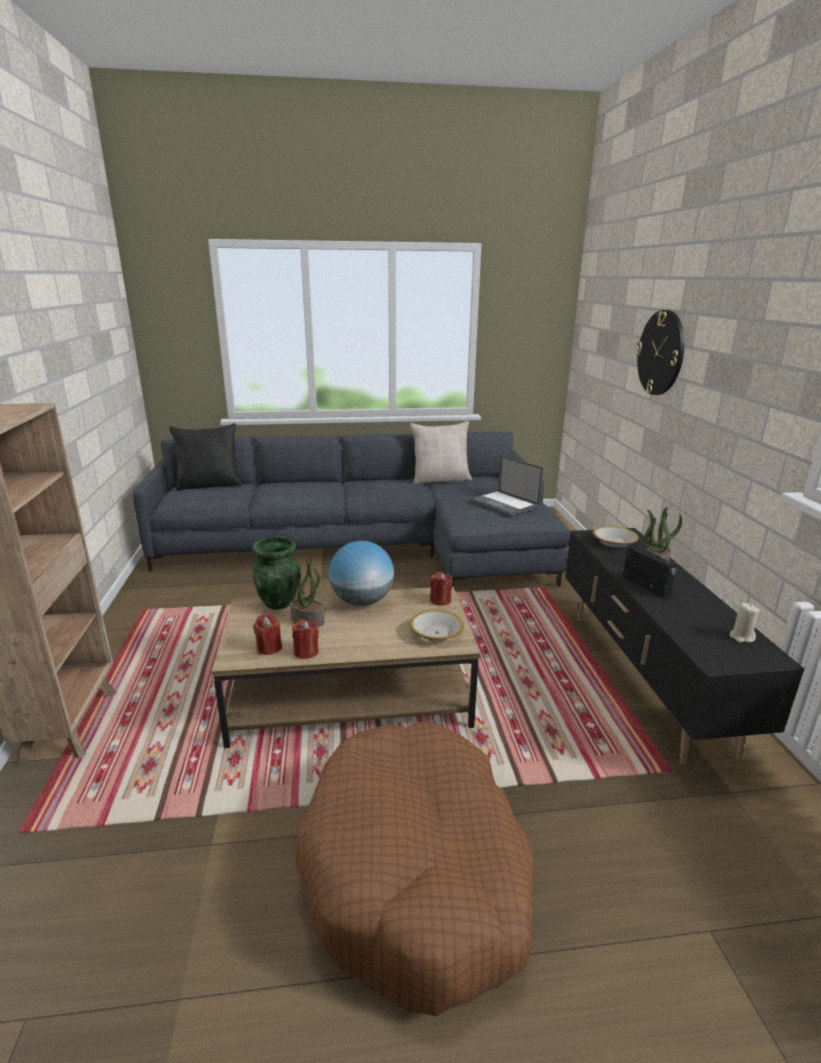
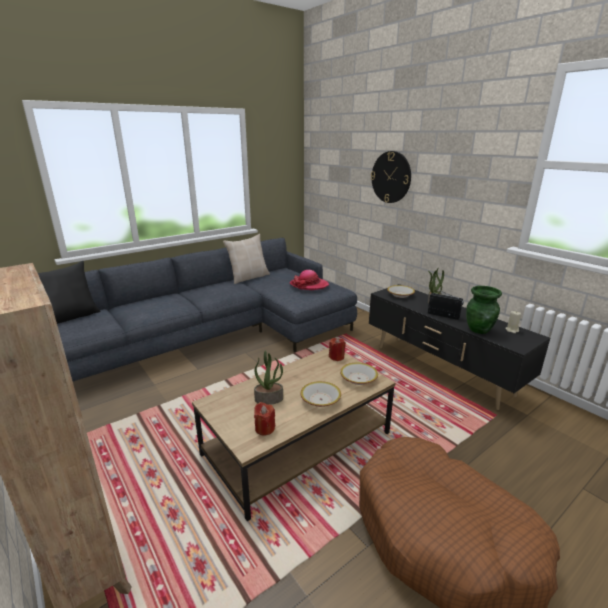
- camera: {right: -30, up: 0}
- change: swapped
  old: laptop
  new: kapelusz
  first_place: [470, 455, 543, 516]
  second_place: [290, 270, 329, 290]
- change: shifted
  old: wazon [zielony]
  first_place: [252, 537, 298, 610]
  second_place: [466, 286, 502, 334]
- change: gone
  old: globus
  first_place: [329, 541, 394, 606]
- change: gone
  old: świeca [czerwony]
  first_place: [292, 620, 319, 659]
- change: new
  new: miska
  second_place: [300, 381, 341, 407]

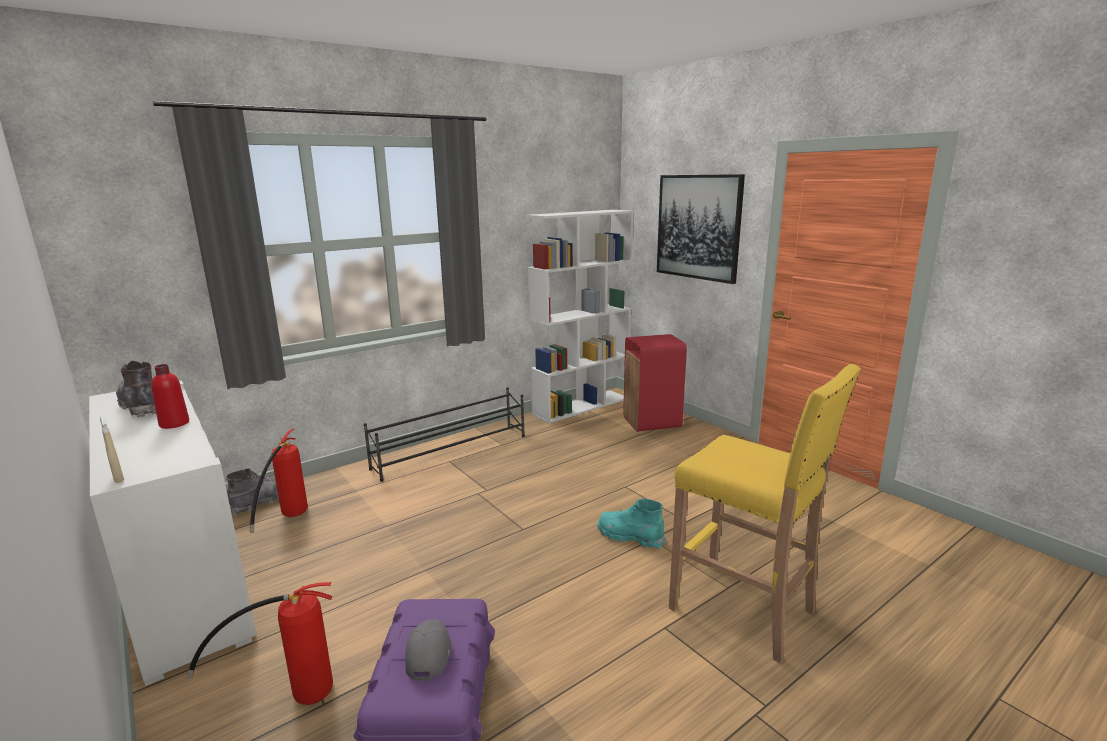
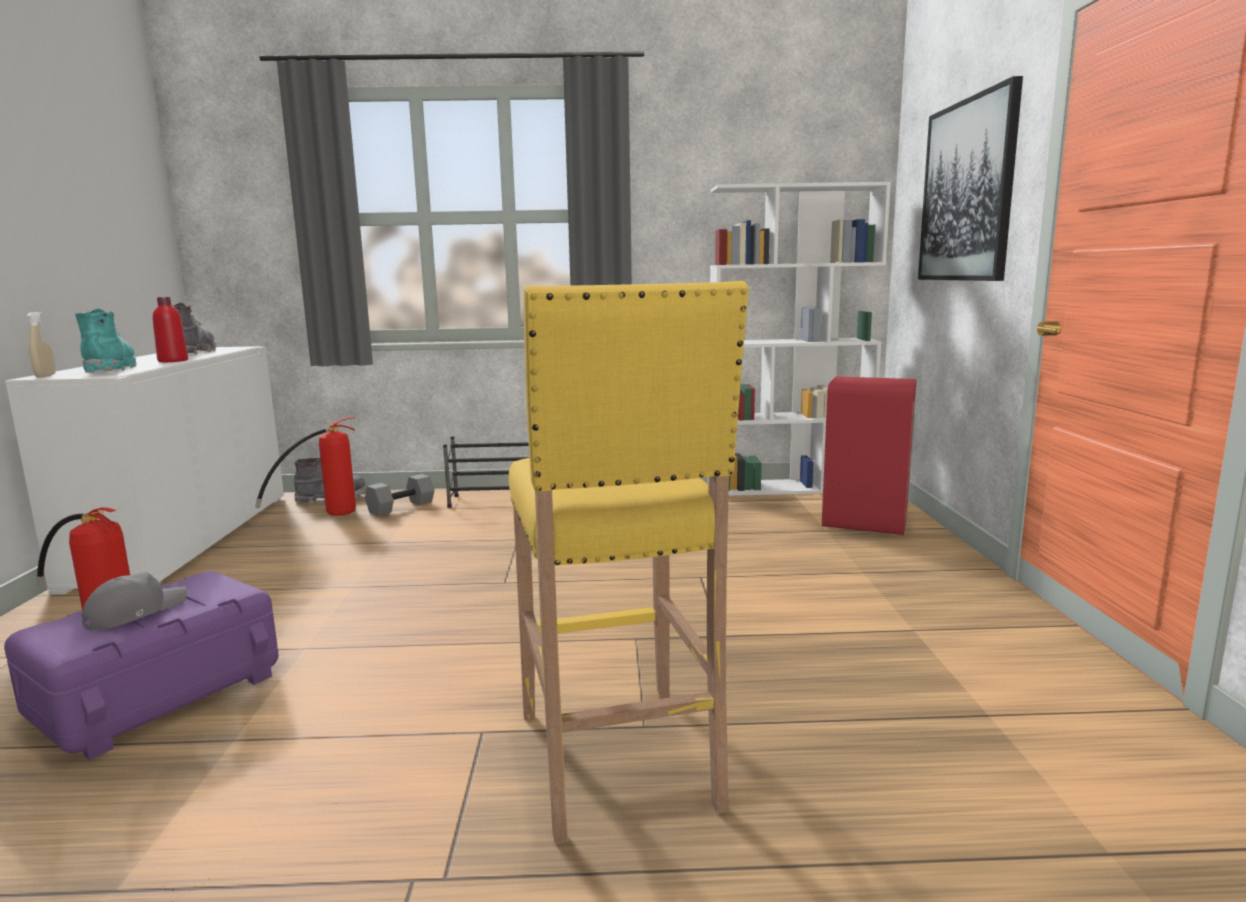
- camera: {right: 35, up: -5}
- change: shifted
  old: but z cholewką [turkusowy]
  first_place: [597, 499, 665, 549]
  second_place: [75, 308, 137, 373]
- change: new
  new: hantel [szary]
  second_place: [365, 474, 434, 516]

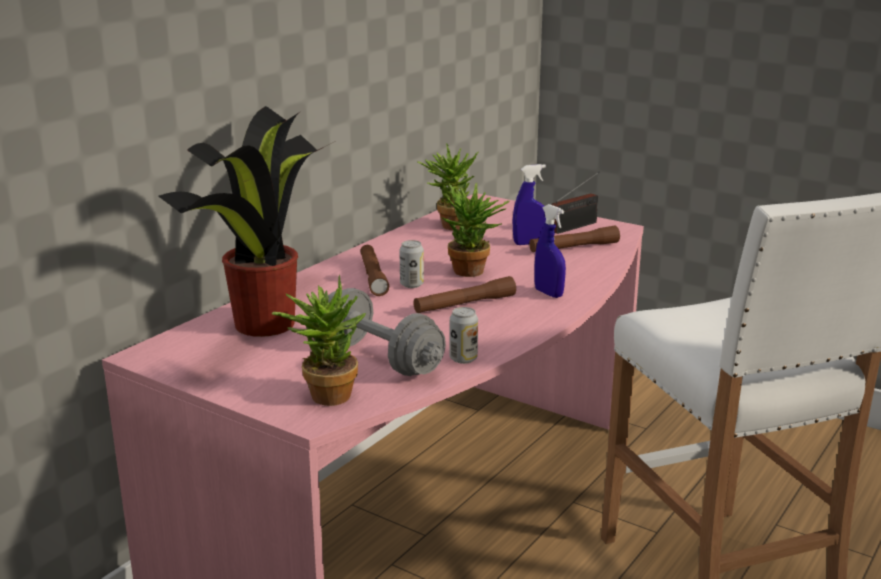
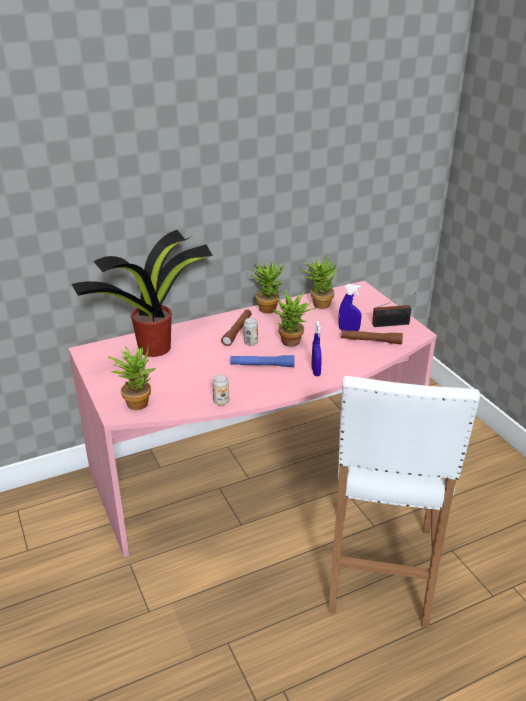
- camera: {right: 30, up: 10}
- change: repainted
  old: latarka [brązowy]
  new: latarka [niebieski]
  first_place: [413, 276, 516, 313]
  second_place: [230, 355, 294, 367]
- change: gone
  old: hantel [szary]
  first_place: [328, 288, 446, 376]
- change: new
  new: roślina doniczkowa
  second_place: [249, 262, 285, 313]

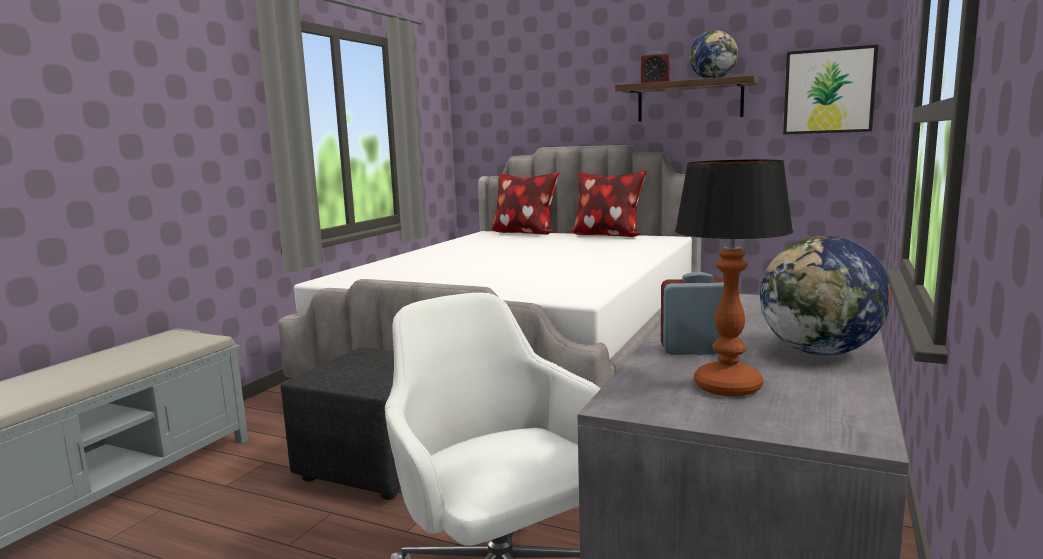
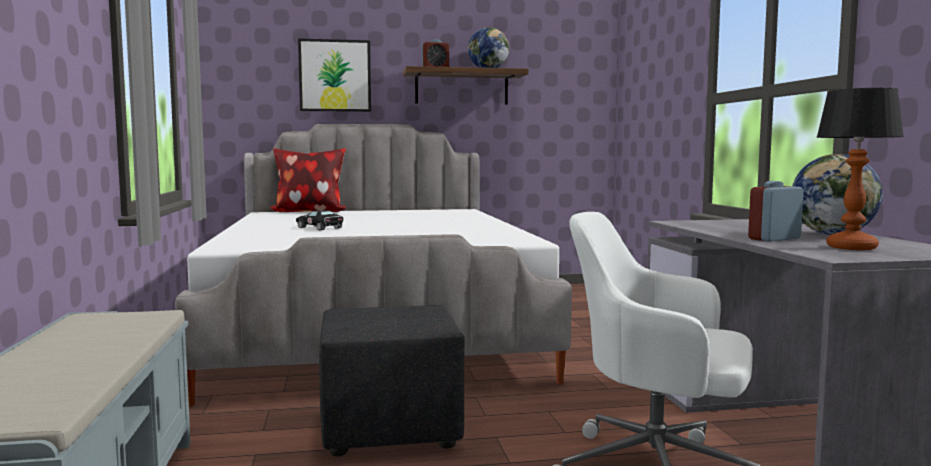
- camera: {right: -35, up: -5}
- change: shifted
  old: obraz
  first_place: [783, 44, 878, 134]
  second_place: [298, 38, 371, 112]
- change: gone
  old: poduszka
  first_place: [569, 171, 647, 237]
- change: new
  new: samochodzik [czarny]
  second_place: [296, 210, 344, 230]

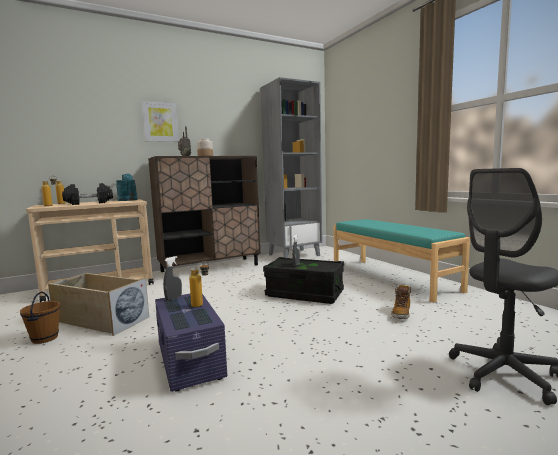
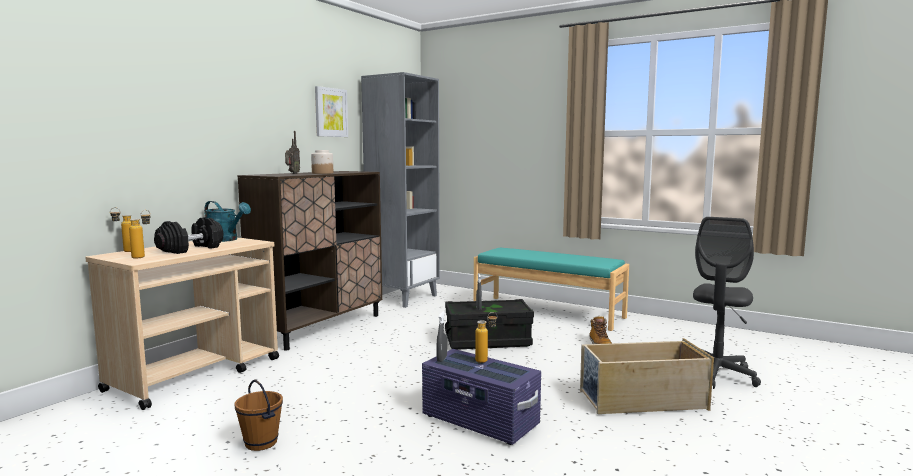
- camera: {right: -30, up: 0}
- change: shifted
  old: obraz
  first_place: [142, 101, 179, 142]
  second_place: [315, 86, 348, 137]
- change: shifted
  old: pojemnik do przechowywania [beżowy]
  first_place: [48, 273, 149, 336]
  second_place: [580, 338, 714, 414]

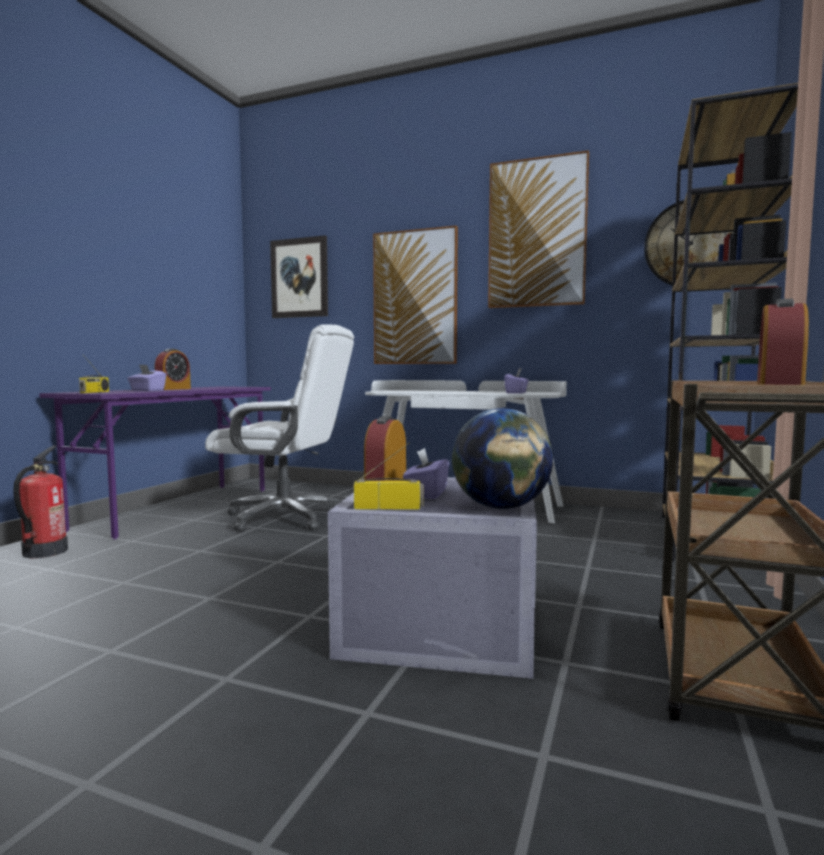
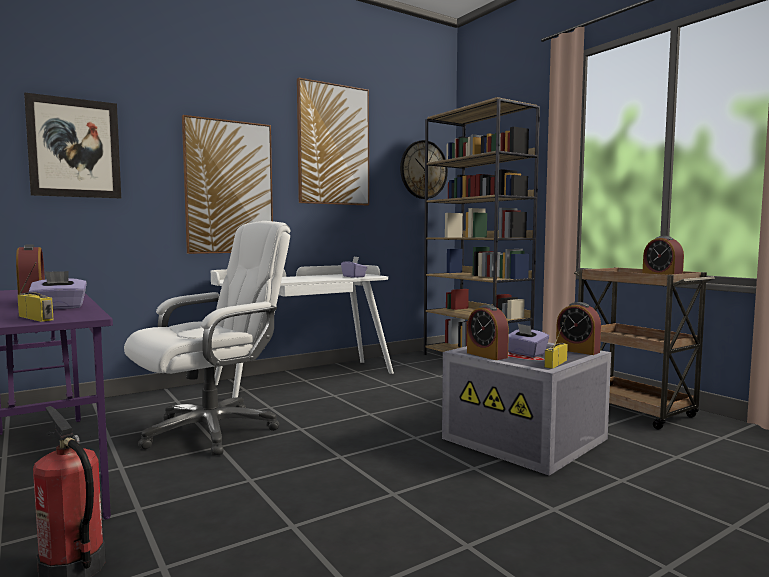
- camera: {right: -55, up: 0}
- change: swapped
  old: globus
  new: budzik
  first_place: [452, 408, 553, 509]
  second_place: [556, 302, 601, 355]

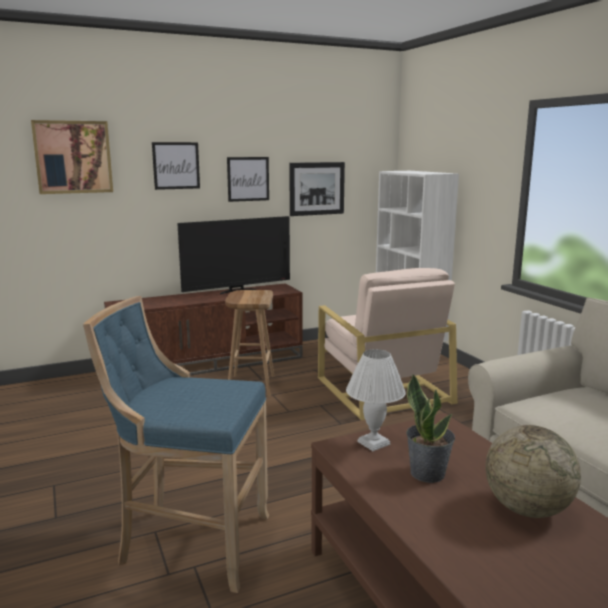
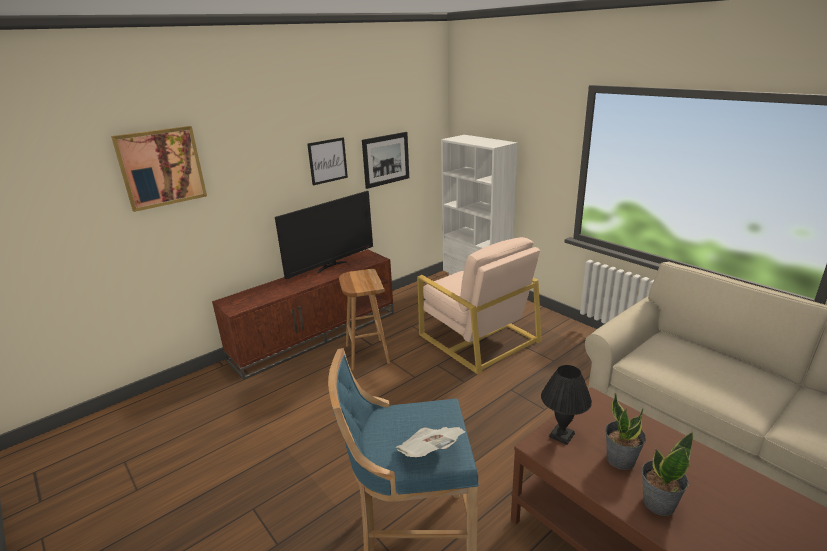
- camera: {right: -15, up: 10}
- change: gone
  old: obraz
  first_place: [152, 142, 200, 190]
- change: repainted
  old: lampa stołowa [biały]
  new: lampa stołowa [czarny]
  first_place: [346, 349, 406, 451]
  second_place: [541, 365, 592, 445]
- change: gone
  old: globus
  first_place: [485, 425, 581, 518]
- change: new
  new: gazeta
  second_place: [396, 427, 465, 457]
- change: new
  new: roślina doniczkowa
  second_place: [642, 432, 693, 516]

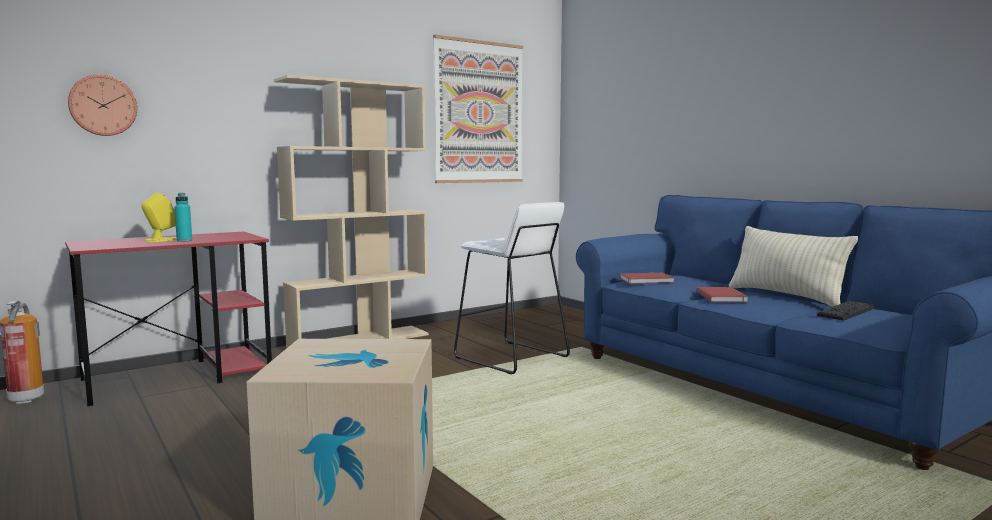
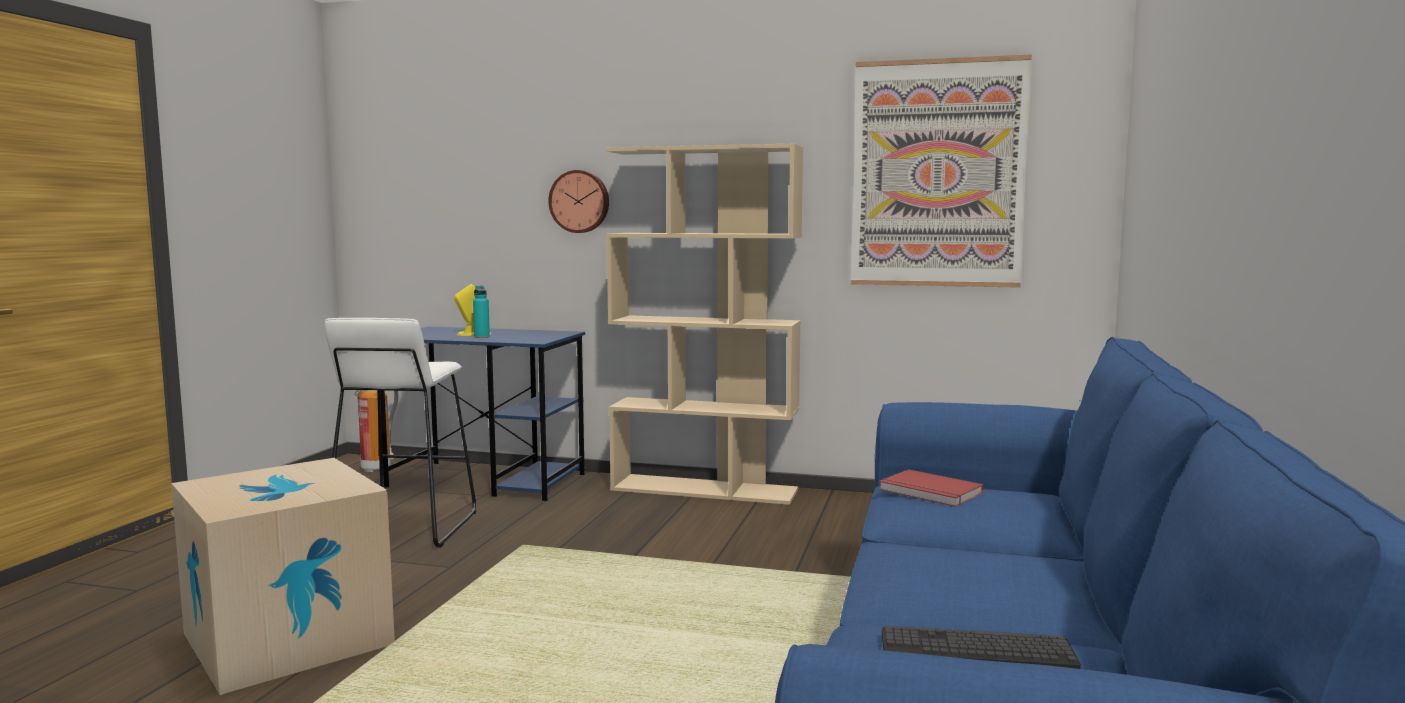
- camera: {right: 50, up: 0}
- change: shifted
  old: zegar ścienny
  first_place: [68, 75, 137, 136]
  second_place: [548, 170, 609, 233]
- change: shifted
  old: stołek [biały]
  first_place: [454, 202, 570, 374]
  second_place: [324, 318, 476, 547]
- change: gone
  old: poduszka [beżowy]
  first_place: [729, 226, 858, 307]
- change: repainted
  old: biurko [czerwony]
  new: biurko [niebieski]
  first_place: [65, 232, 272, 406]
  second_place: [380, 326, 585, 501]
- change: gone
  old: książka [czerwony]
  first_place: [696, 287, 748, 302]

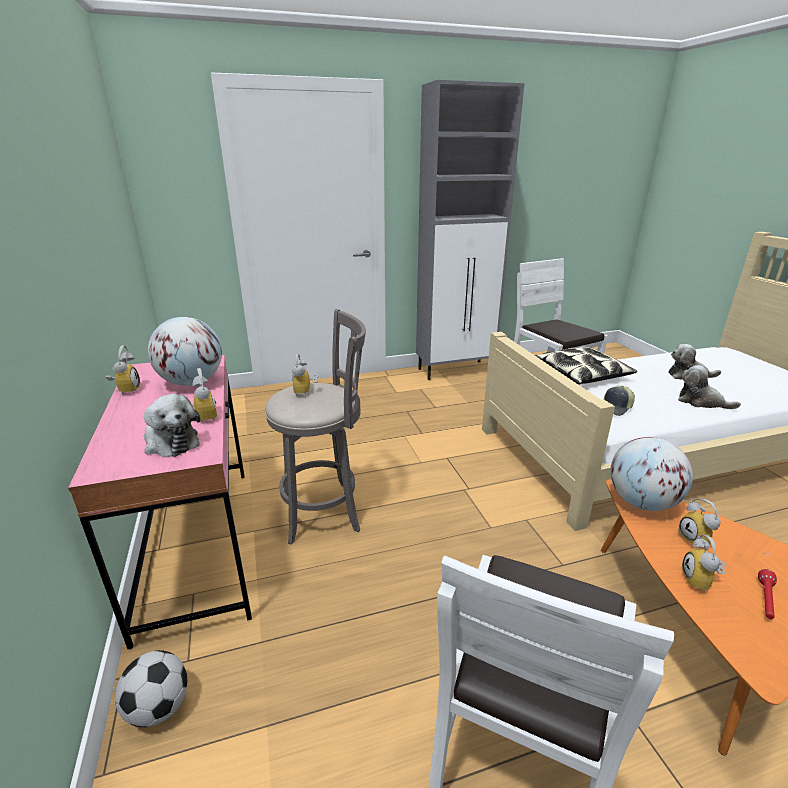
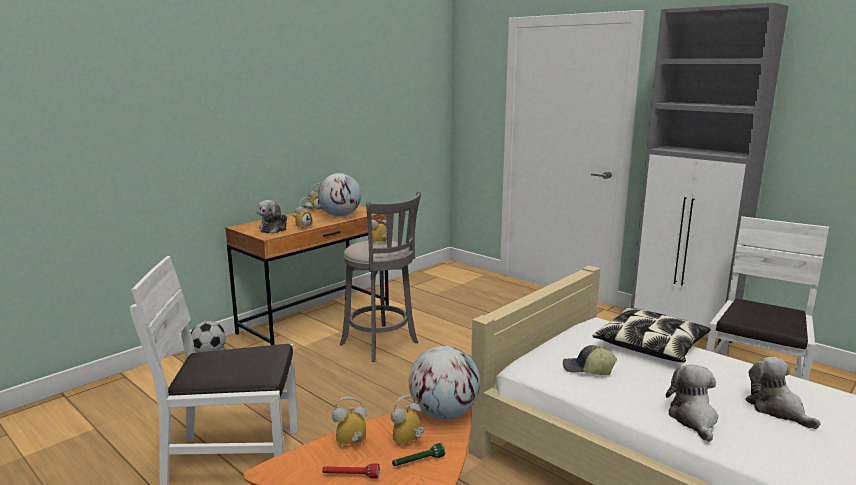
- camera: {right: 60, up: -10}
- change: repainted
  old: biurko [różowy]
  new: biurko [brązowy]
  first_place: [68, 355, 252, 649]
  second_place: [225, 205, 389, 345]
- change: new
  new: latarka [zielony]
  second_place: [392, 443, 445, 466]

